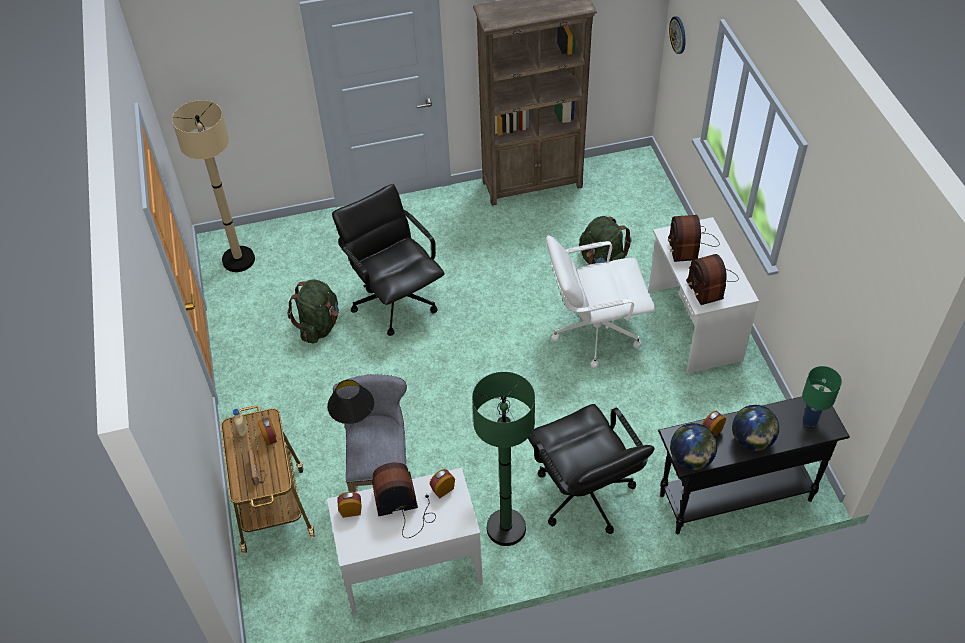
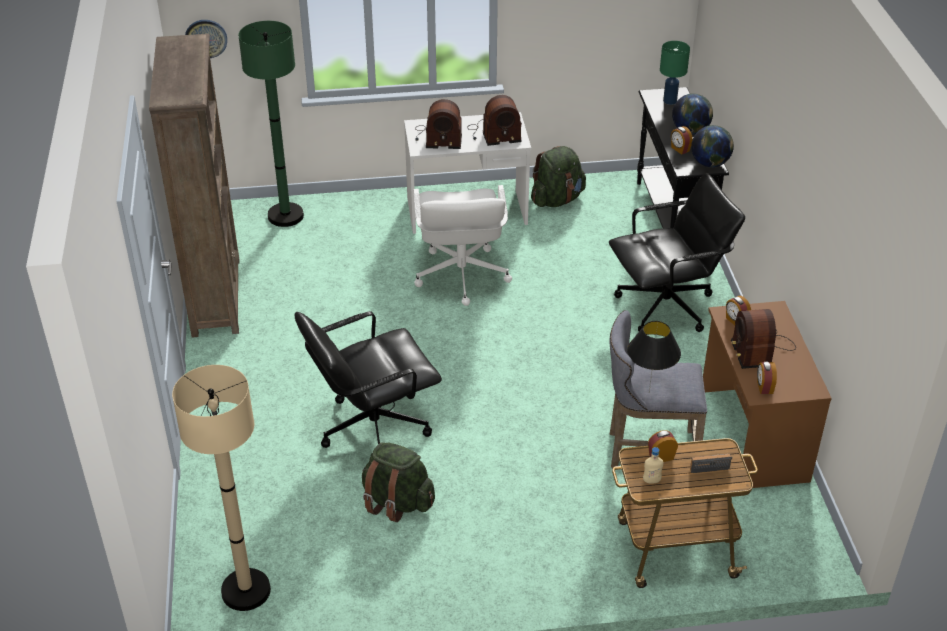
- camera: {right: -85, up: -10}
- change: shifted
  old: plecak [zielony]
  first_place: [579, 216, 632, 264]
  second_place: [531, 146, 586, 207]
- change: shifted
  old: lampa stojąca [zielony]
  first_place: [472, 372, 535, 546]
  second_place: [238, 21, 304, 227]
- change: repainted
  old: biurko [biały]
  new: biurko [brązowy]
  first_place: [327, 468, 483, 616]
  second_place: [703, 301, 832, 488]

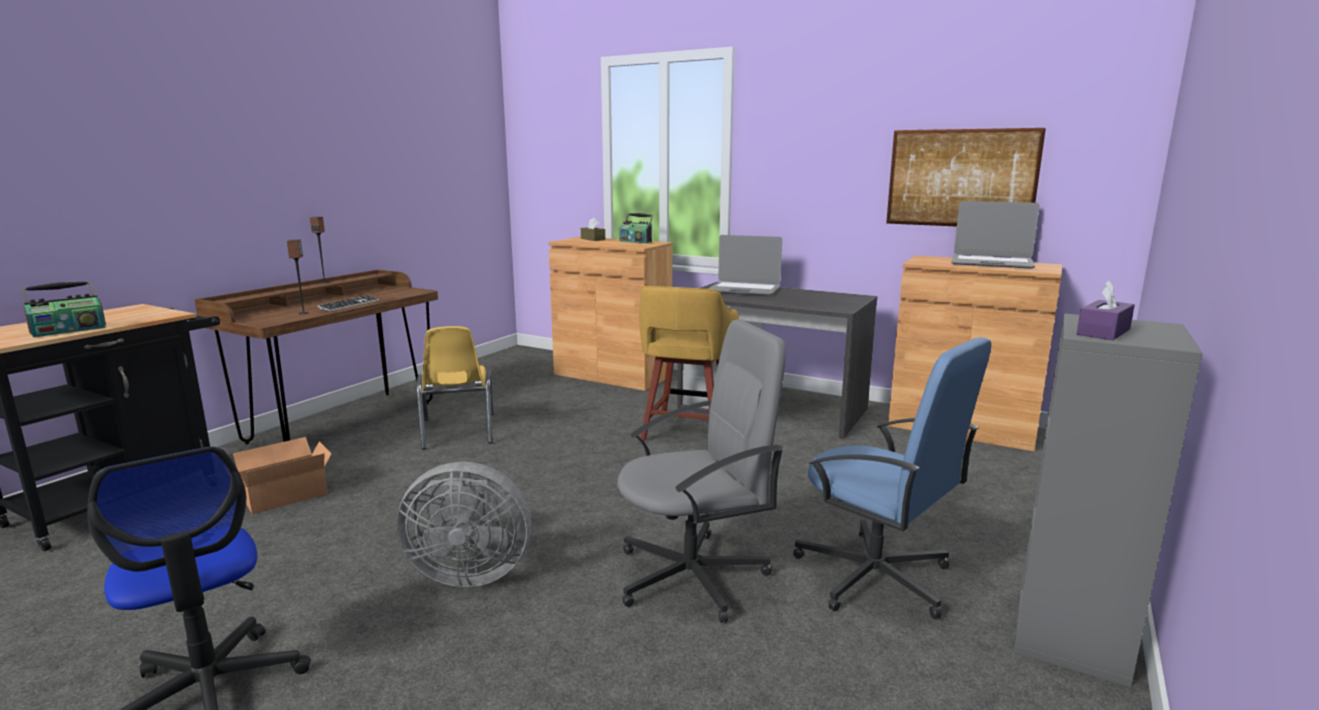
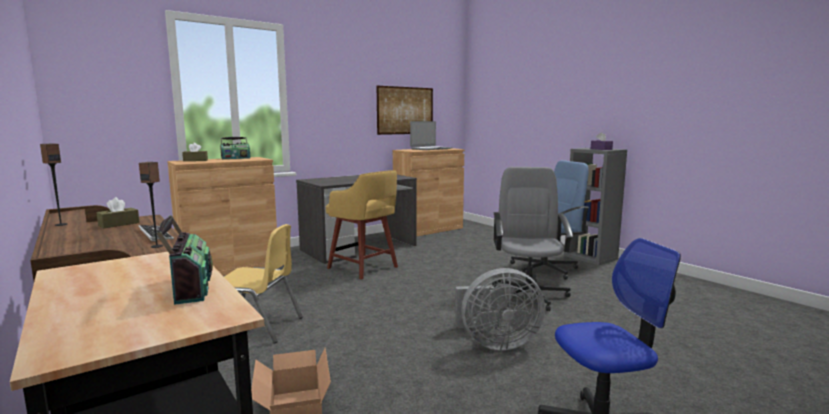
- camera: {right: -65, up: -5}
- change: gone
  old: laptop
  first_place: [708, 235, 782, 295]
- change: rotated
  old: wentylator [szary]
  first_place: [397, 462, 531, 587]
  second_place: [455, 268, 545, 350]
  degrees: 60
- change: new
  new: pudełko chusteczek [brązowy]
  second_place: [97, 197, 140, 228]

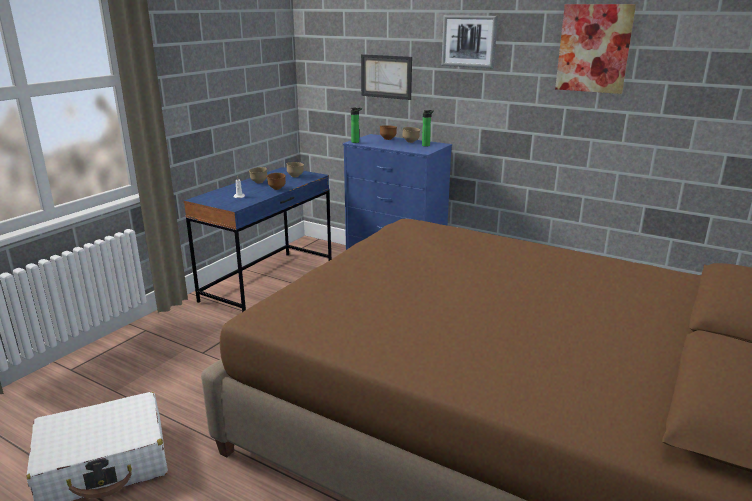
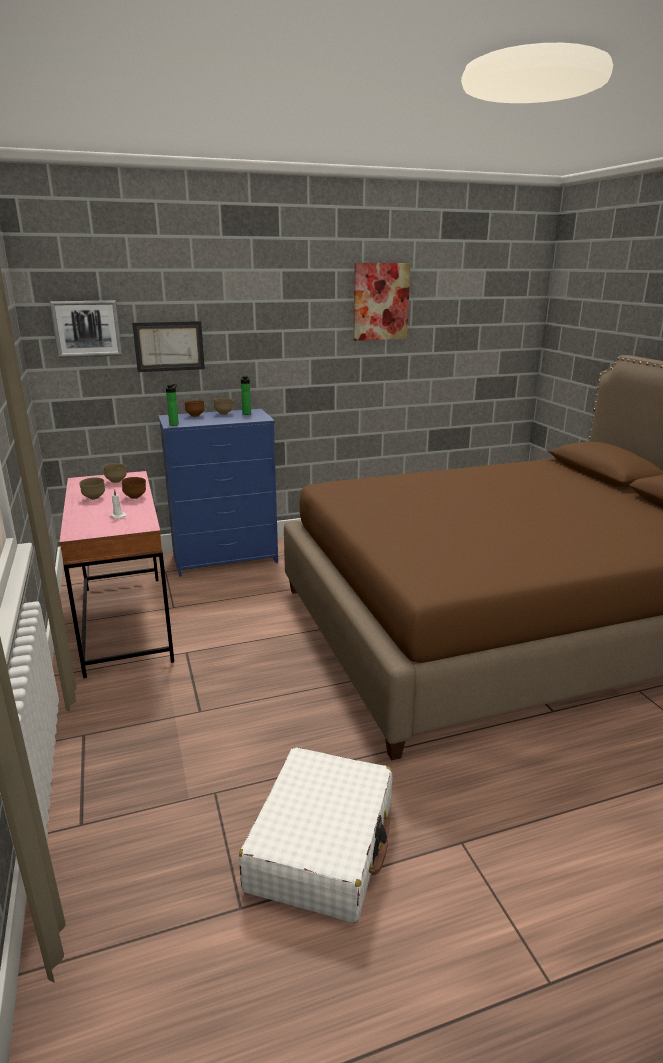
- camera: {right: -50, up: 0}
- change: shifted
  old: obraz
  first_place: [442, 15, 498, 68]
  second_place: [50, 300, 122, 358]
- change: repainted
  old: biurko [niebieski]
  new: biurko [różowy]
  first_place: [184, 167, 331, 312]
  second_place: [59, 471, 174, 678]

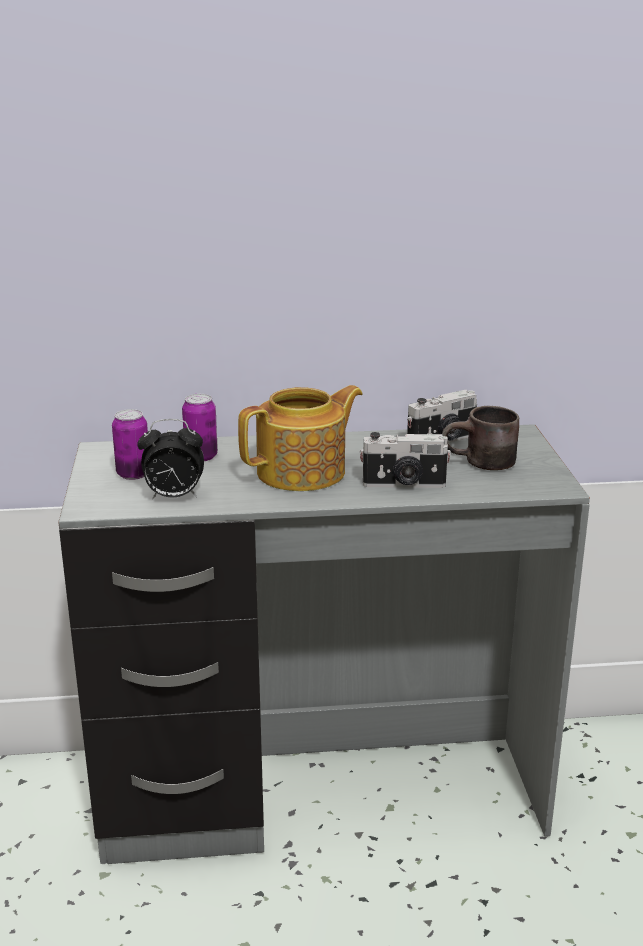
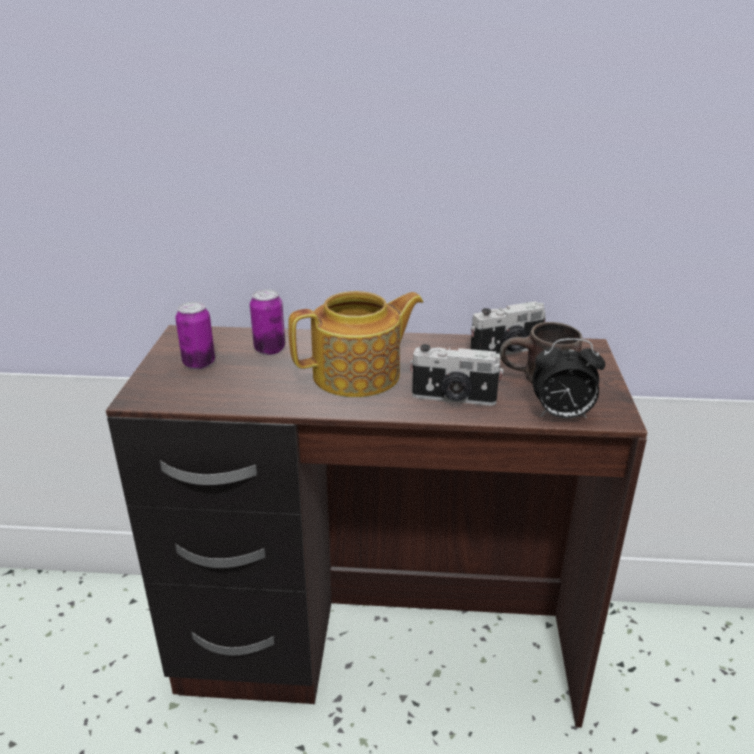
- camera: {right: 10, up: 5}
- change: shifted
  old: budzik
  first_place: [137, 419, 204, 499]
  second_place: [532, 338, 605, 418]
- change: repainted
  old: biurko [szary]
  new: biurko [brązowy]
  first_place: [58, 424, 590, 864]
  second_place: [106, 325, 648, 728]

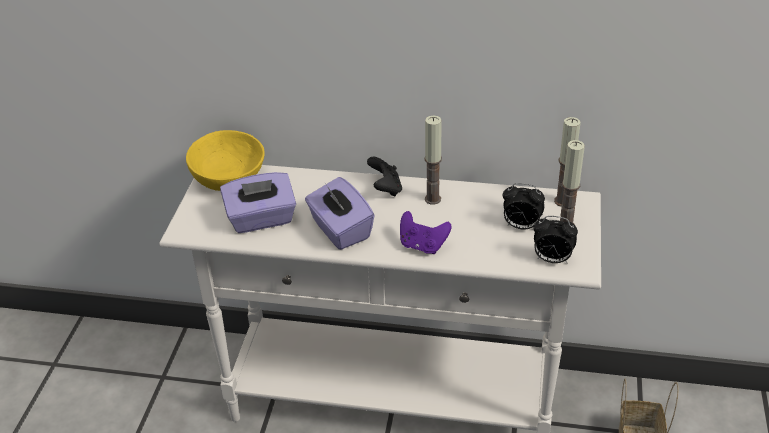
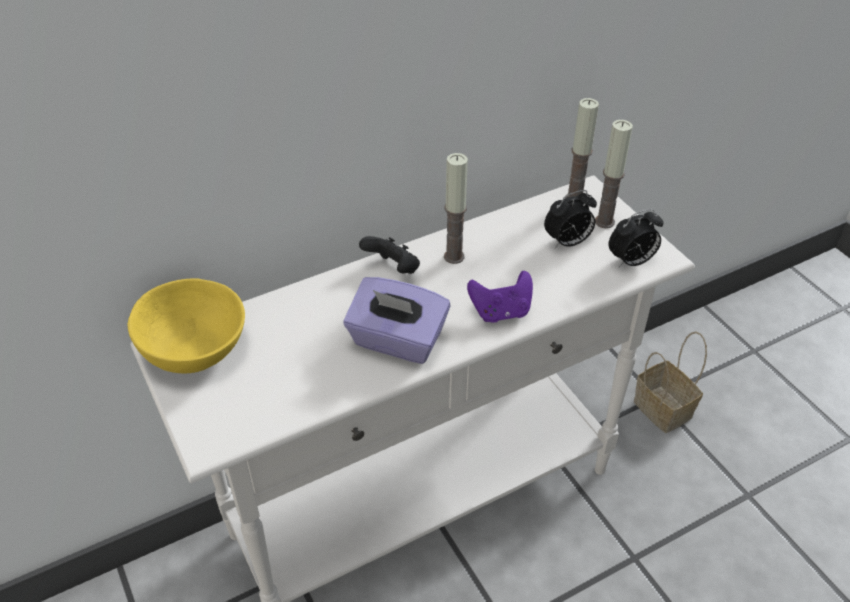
- camera: {right: -40, up: 5}
- change: gone
  old: pudełko chusteczek [fioletowy]
  first_place: [220, 172, 296, 233]

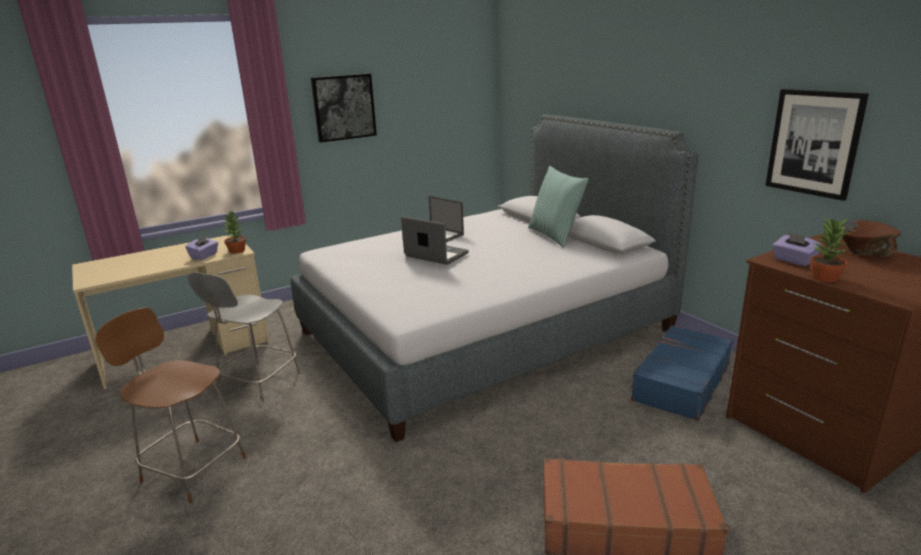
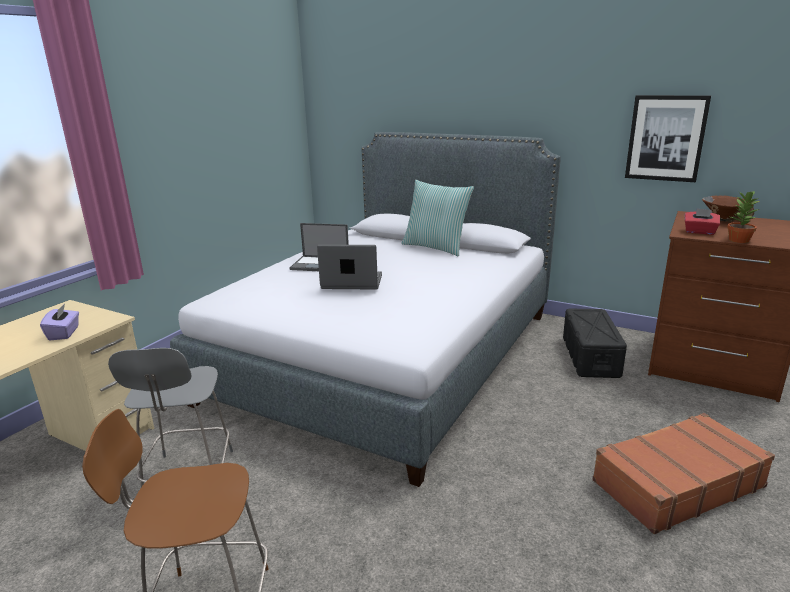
- camera: {right: -30, up: 0}
- change: gone
  old: obraz
  first_place: [311, 74, 377, 143]
- change: gone
  old: roślina doniczkowa
  first_place: [223, 211, 246, 254]
- change: repainted
  old: pudełko chusteczek [fioletowy]
  new: pudełko chusteczek [czerwony]
  first_place: [772, 232, 823, 266]
  second_place: [685, 208, 720, 235]
- change: swapped
  old: walizka [niebieski]
  new: pojemnik do przechowywania [czarny]
  first_place: [630, 325, 733, 421]
  second_place: [563, 309, 627, 378]

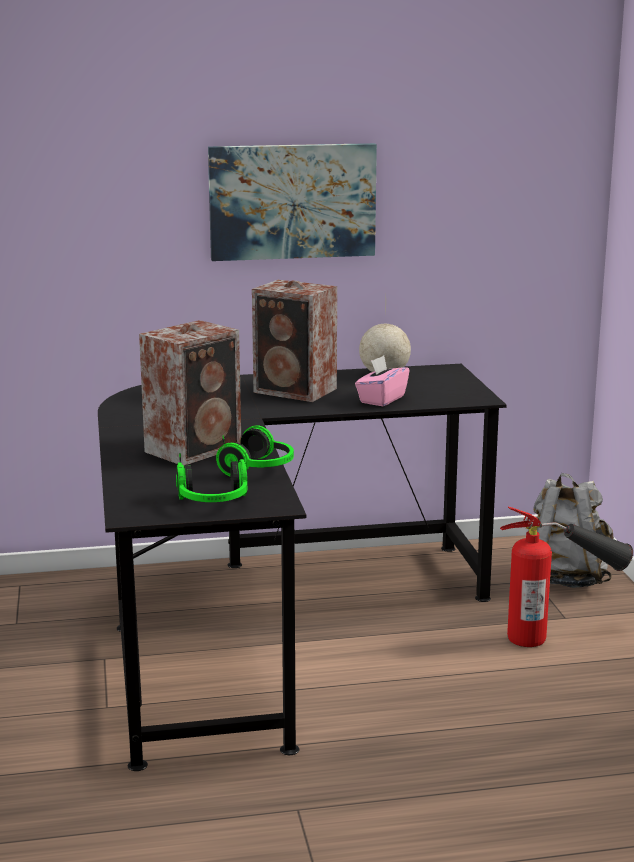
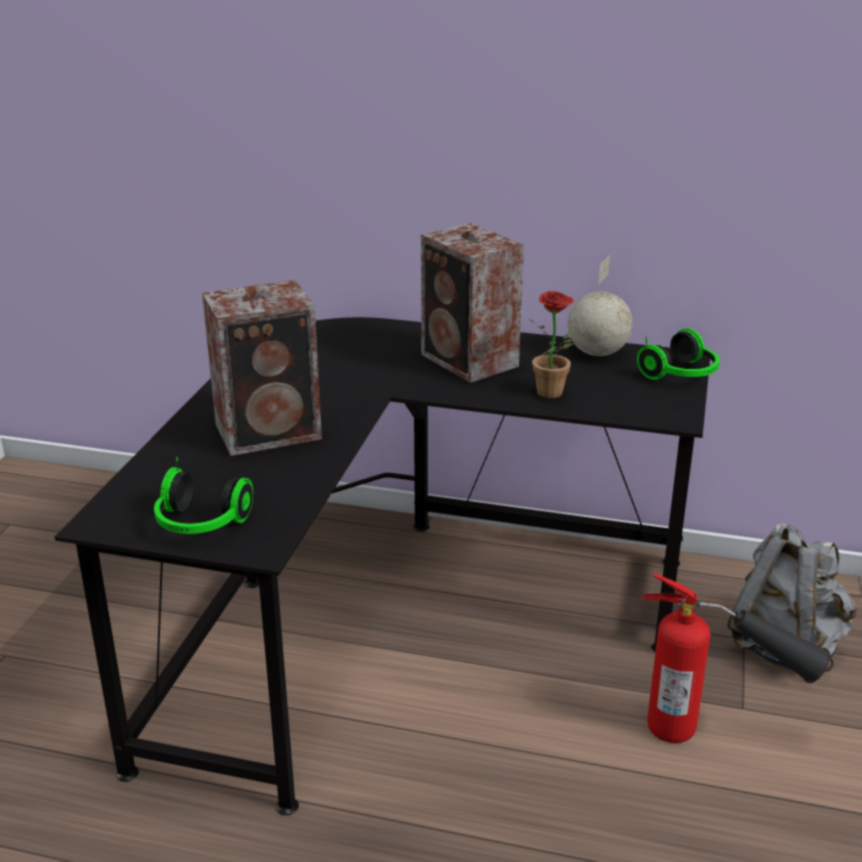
- camera: {right: 25, up: 10}
- change: gone
  old: obraz
  first_place: [208, 143, 377, 261]
- change: swapped
  old: pudełko chusteczek [różowy]
  new: roślina doniczkowa
  first_place: [355, 355, 409, 406]
  second_place: [529, 291, 575, 398]
- change: shifted
  old: słuchawki
  first_place: [216, 425, 294, 477]
  second_place: [637, 328, 720, 380]

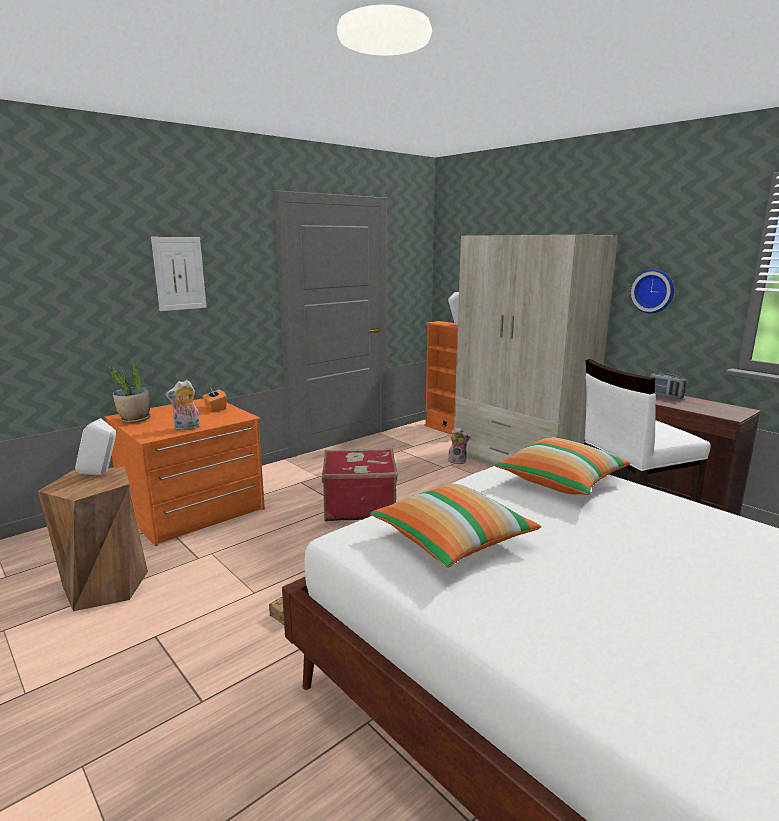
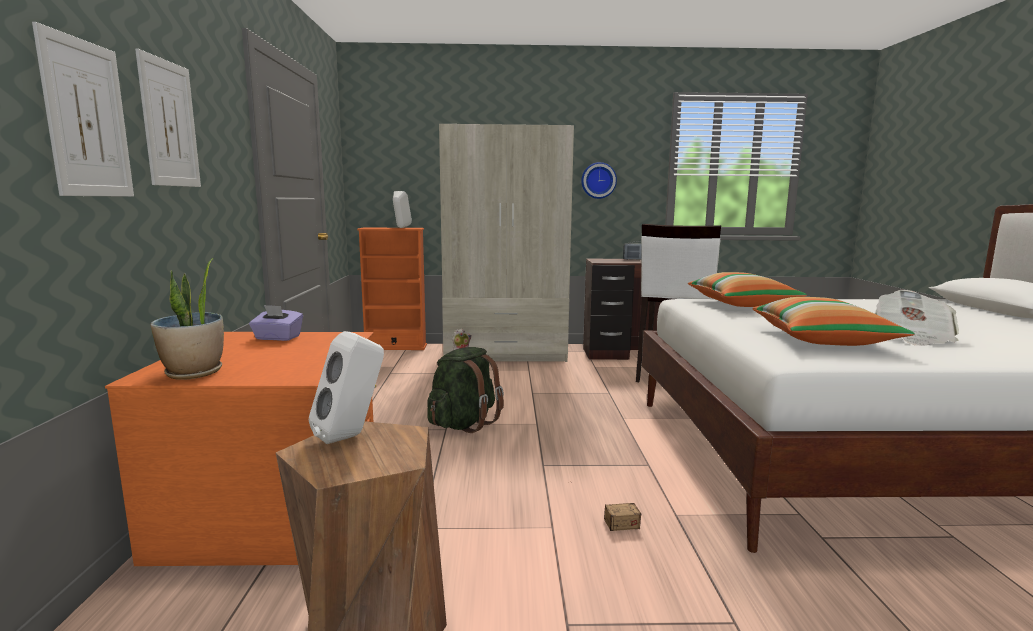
- camera: {right: -50, up: -5}
- change: gone
  old: pluszak
  first_place: [166, 380, 200, 431]
- change: repainted
  old: pudełko chusteczek [pomarańczowy]
  new: pudełko chusteczek [fioletowy]
  first_place: [202, 386, 227, 411]
  second_place: [249, 305, 303, 341]
- change: swapped
  old: walizka [czerwony]
  new: plecak [zielony]
  first_place: [322, 448, 398, 522]
  second_place: [427, 347, 504, 433]
- change: new
  new: obraz
  second_place: [32, 22, 134, 197]
- change: new
  new: gazeta
  second_place: [875, 290, 959, 346]

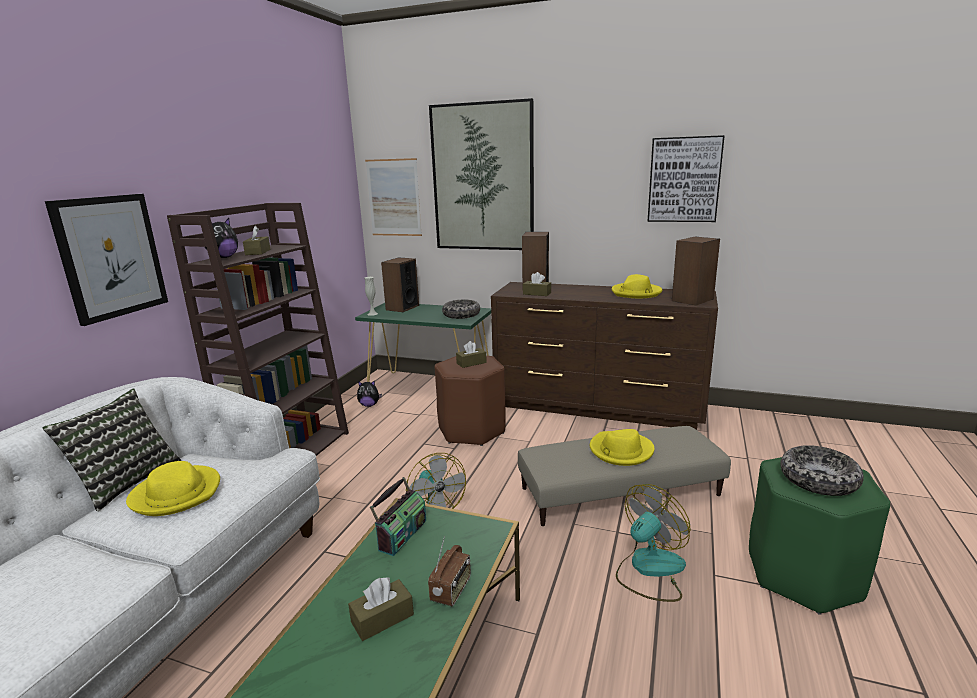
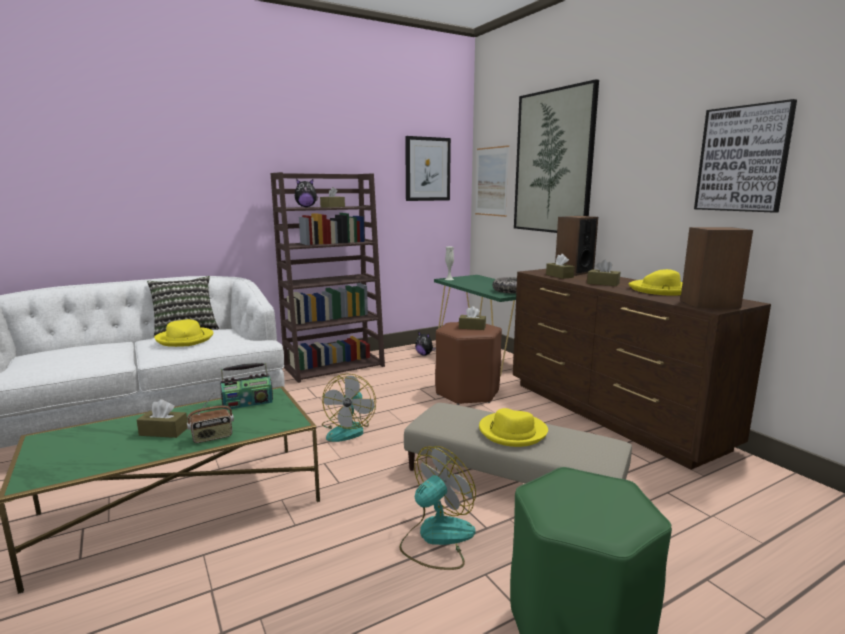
- camera: {right: 40, up: -5}
- change: shifted
  old: obraz
  first_place: [45, 194, 168, 326]
  second_place: [405, 136, 451, 201]
- change: gone
  old: głośnik
  first_place: [381, 257, 419, 312]
- change: gone
  old: miska
  first_place: [780, 445, 864, 496]
- change: rotated
  old: wentylator
  first_place: [616, 484, 691, 602]
  second_place: [399, 446, 476, 570]
  degrees: -45
- change: new
  new: pudełko chusteczek [brązowy]
  second_place: [587, 260, 620, 286]

